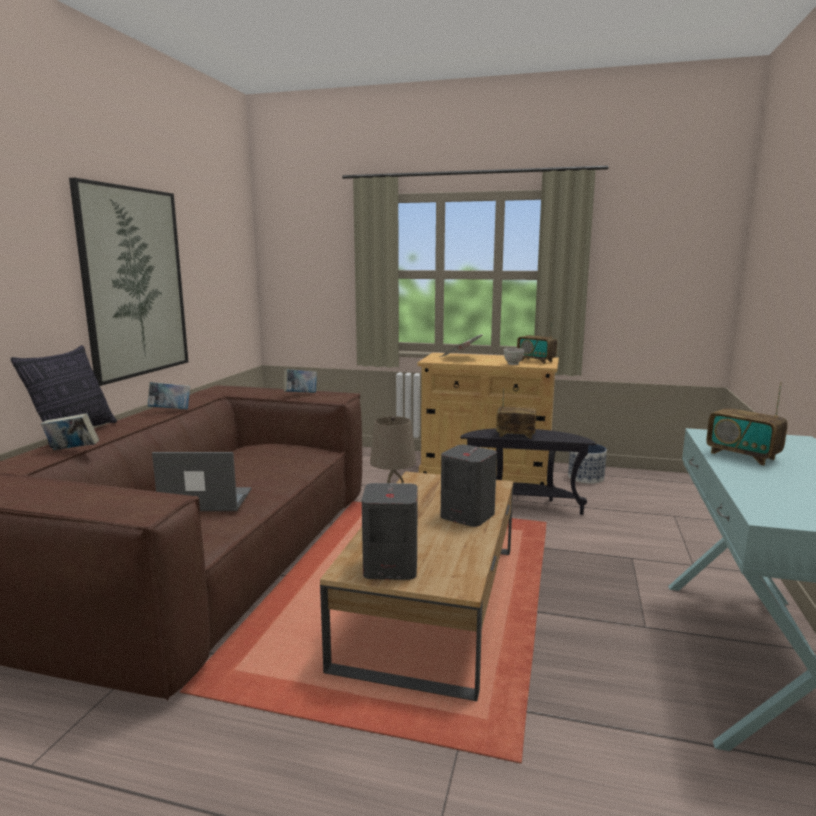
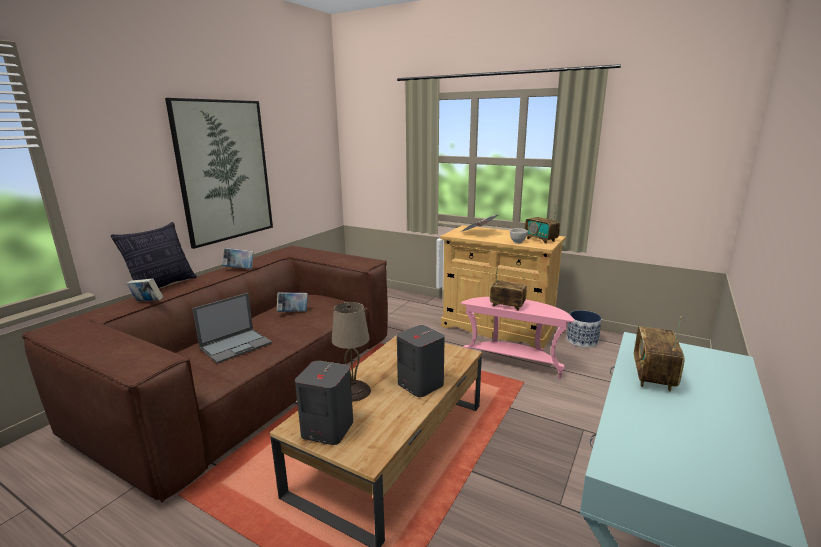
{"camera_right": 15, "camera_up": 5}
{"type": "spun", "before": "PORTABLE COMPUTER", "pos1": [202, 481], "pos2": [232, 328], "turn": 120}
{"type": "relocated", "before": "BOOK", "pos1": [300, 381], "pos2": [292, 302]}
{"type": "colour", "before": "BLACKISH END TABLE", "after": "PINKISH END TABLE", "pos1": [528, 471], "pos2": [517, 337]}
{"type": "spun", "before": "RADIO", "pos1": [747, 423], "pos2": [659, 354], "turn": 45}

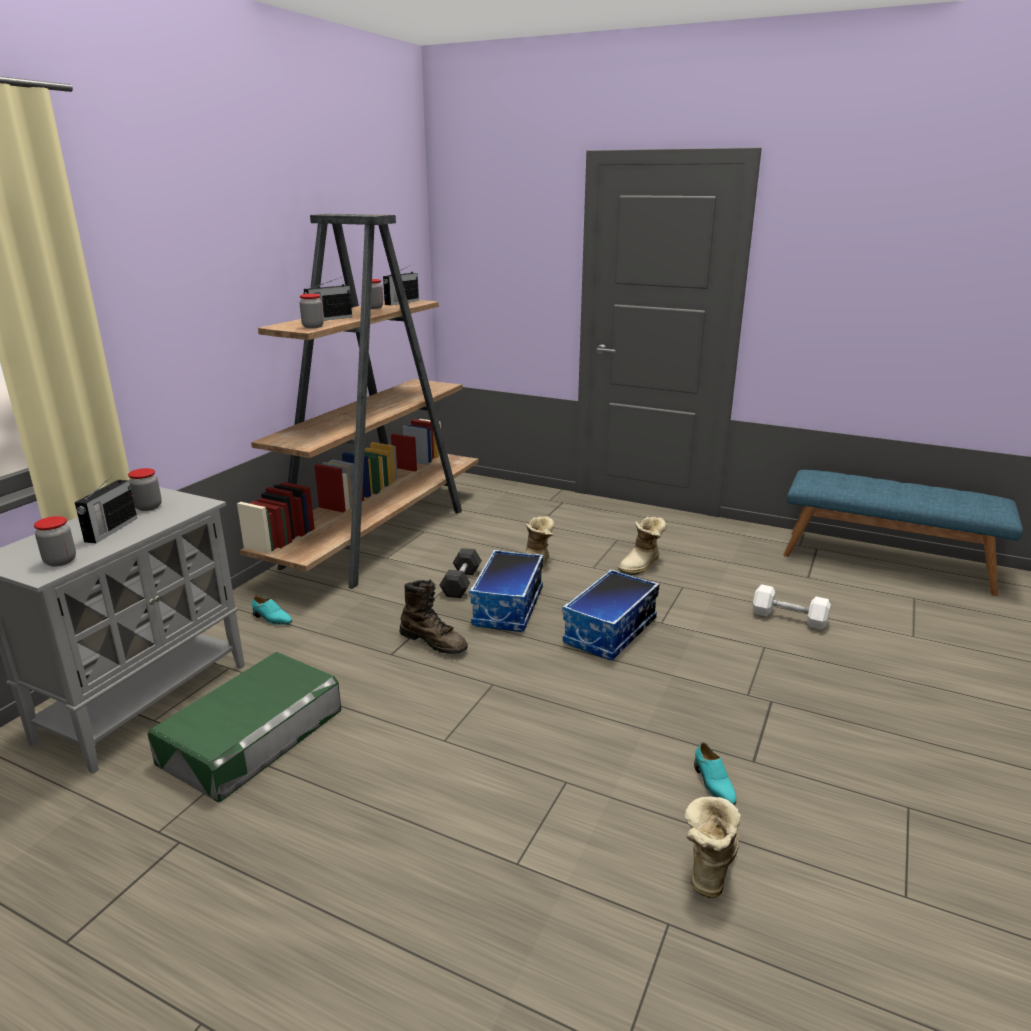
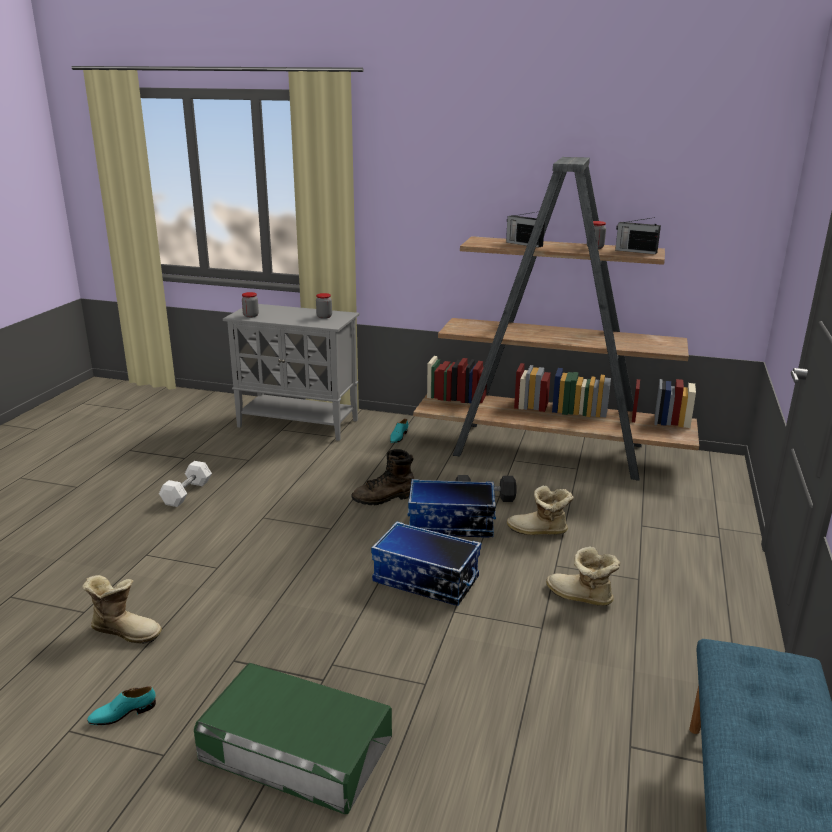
{"camera_right": 80, "camera_up": 0}
{"type": "relocated", "before": "BLUE-GREEN ITEM OF FOOTWEAR", "pos1": [715, 773], "pos2": [121, 705]}
{"type": "relocated", "before": "WHITISH HAND WEIGHT", "pos1": [792, 607], "pos2": [185, 484]}
{"type": "relocated", "before": "GREEN STORAGE CONTAINER", "pos1": [244, 727], "pos2": [293, 738]}
{"type": "spun", "before": "BROWN-COLOURED HIGH-TOP BOOT", "pos1": [434, 616], "pos2": [383, 477], "turn": 45}
{"type": "missing", "before": "RADIO", "pos1": [106, 507]}
{"type": "missing", "before": "JAR", "pos1": [312, 311]}

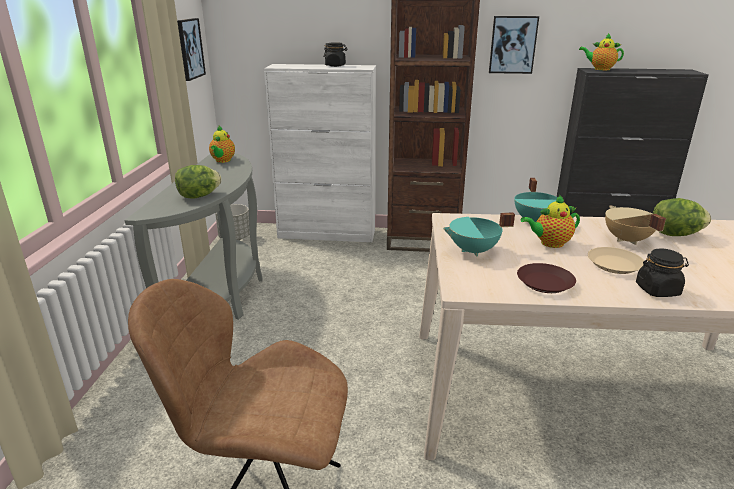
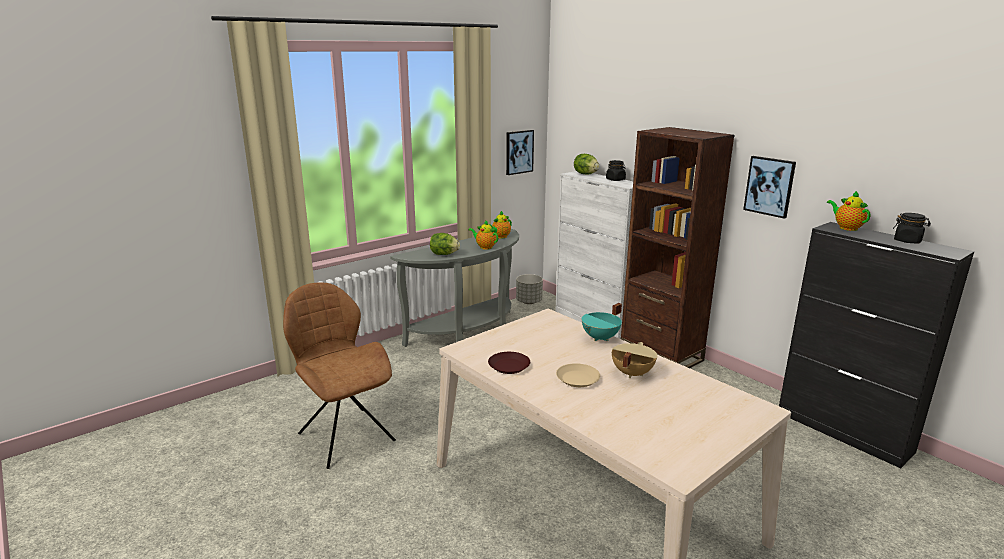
{"camera_right": 45, "camera_up": -5}
{"type": "relocated", "before": "TEA POT", "pos1": [550, 221], "pos2": [483, 235]}
{"type": "relocated", "before": "HEAD OF LETTUCE", "pos1": [682, 217], "pos2": [586, 164]}
{"type": "relocated", "before": "BLACKISH JAR", "pos1": [662, 272], "pos2": [912, 228]}
{"type": "missing", "before": "BLUE-GREEN SAUCEPOT", "pos1": [479, 234]}

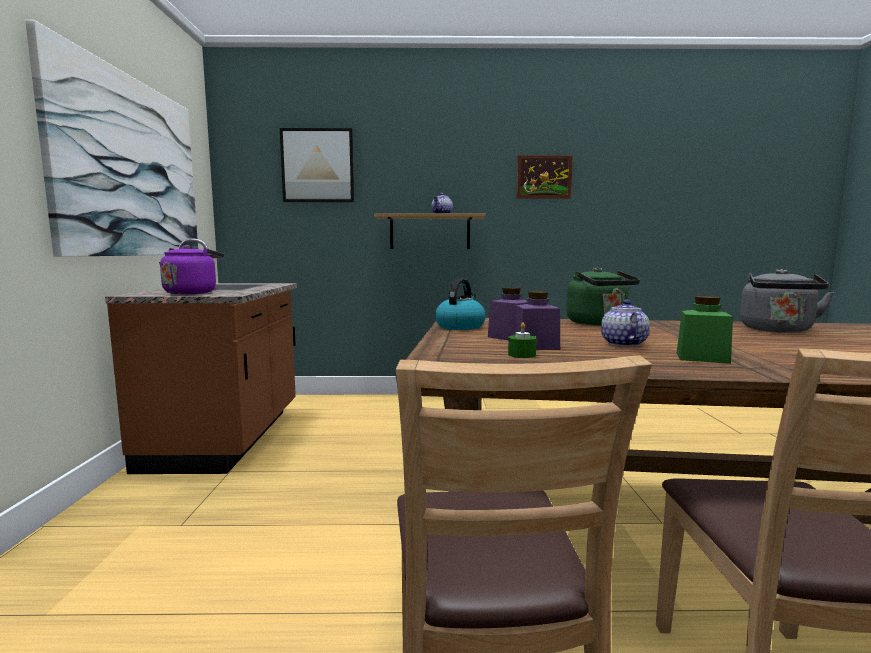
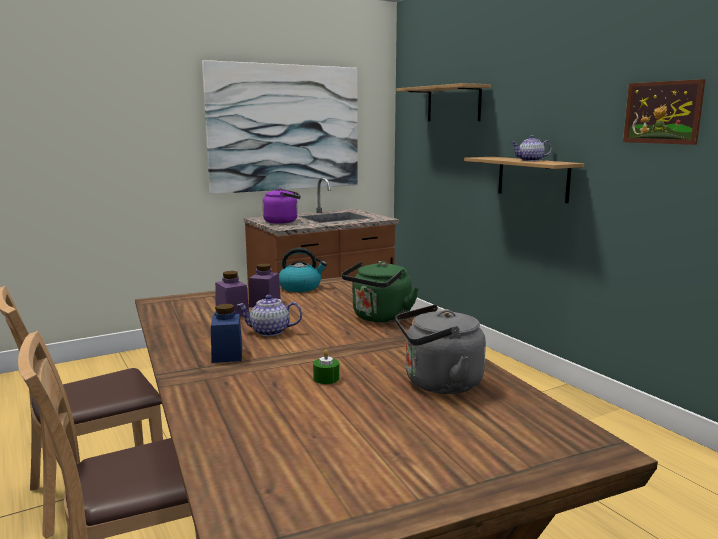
{"camera_right": 60, "camera_up": 5}
{"type": "colour", "before": "GREEN JAR", "after": "BLUISH JAR", "pos1": [705, 330], "pos2": [226, 333]}
{"type": "spun", "before": "TEA POT", "pos1": [625, 323], "pos2": [269, 315], "turn": -150}
{"type": "relocated", "before": "GREEN WAX CANDLE", "pos1": [522, 340], "pos2": [326, 367]}
{"type": "exchanged", "before": "PICTURE", "after": "BRACKET SHELF", "pos1": [317, 165], "pos2": [444, 102]}

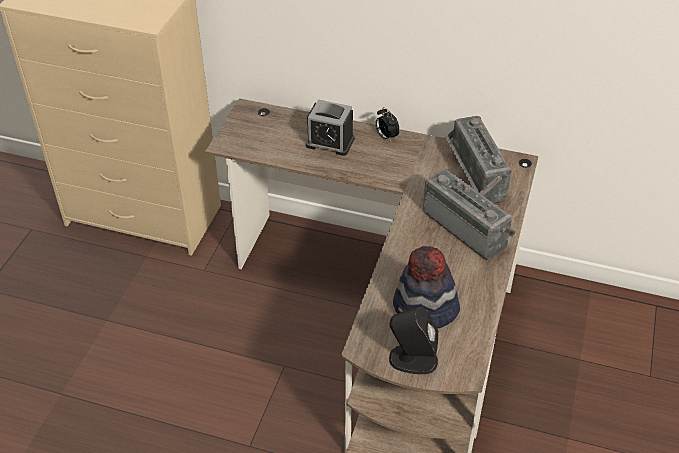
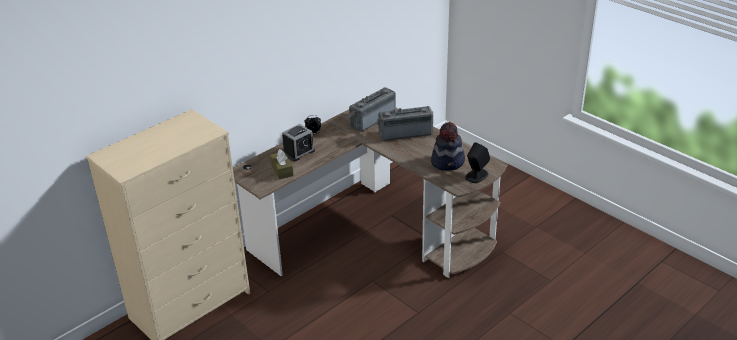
{"camera_right": -60, "camera_up": -10}
{"type": "appeared", "after": "BROWN-COLOURED BOX OF TISSUES", "pos2": [282, 164]}
{"type": "spun", "before": "RADIO", "pos1": [478, 160], "pos2": [371, 109], "turn": 120}

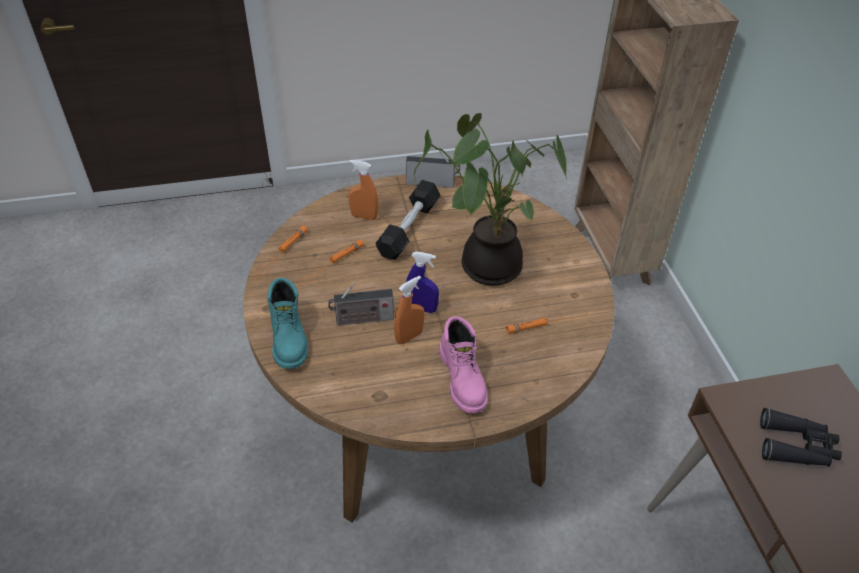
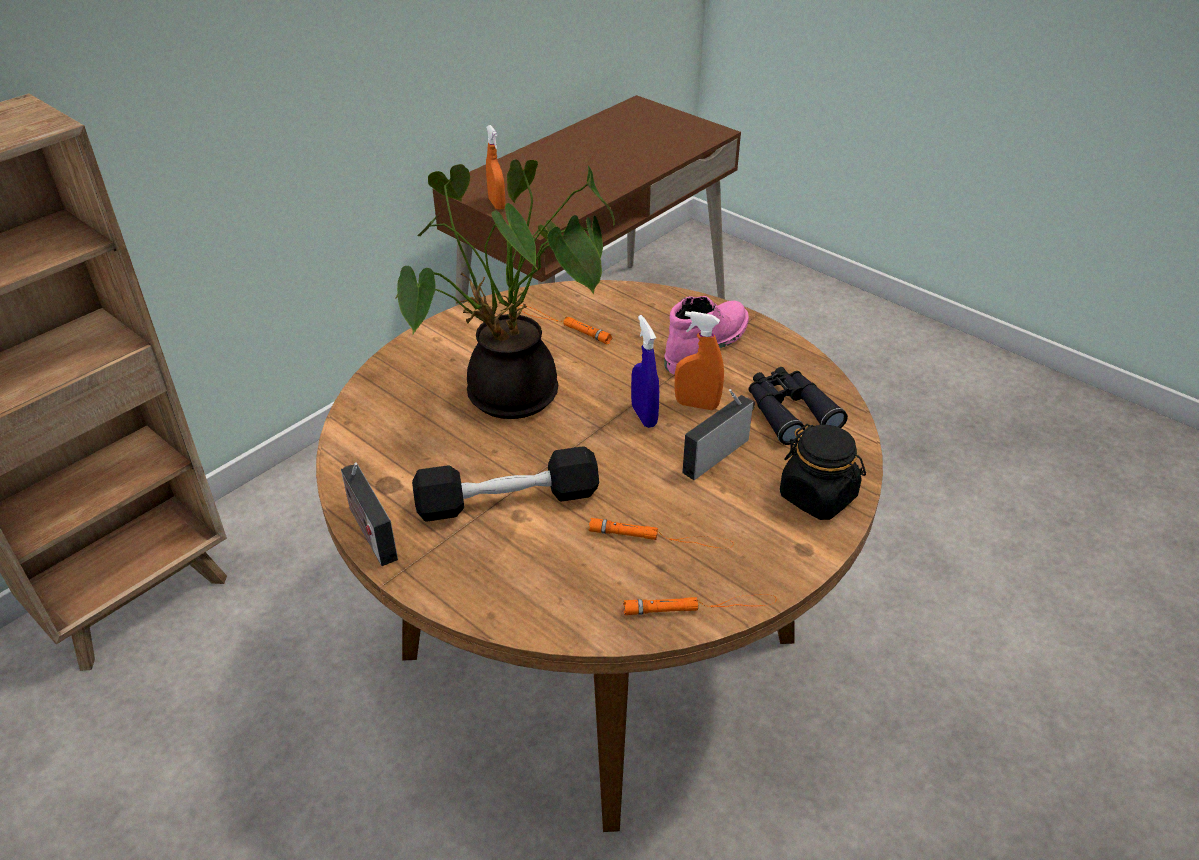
{"camera_right": -125, "camera_up": -5}
{"type": "relocated", "before": "ORANGE-COLOURED HAND SPRAYER", "pos1": [363, 190], "pos2": [496, 167]}
{"type": "spun", "before": "RADIO", "pos1": [361, 304], "pos2": [718, 434], "turn": -90}
{"type": "relocated", "before": "BLACKISH PAIR OF BINOCULARS", "pos1": [801, 437], "pos2": [798, 406]}
{"type": "exchanged", "before": "BLUE-GREEN HIGH-TOP BOOT", "after": "BLACKISH JAR", "pos1": [287, 323], "pos2": [823, 472]}

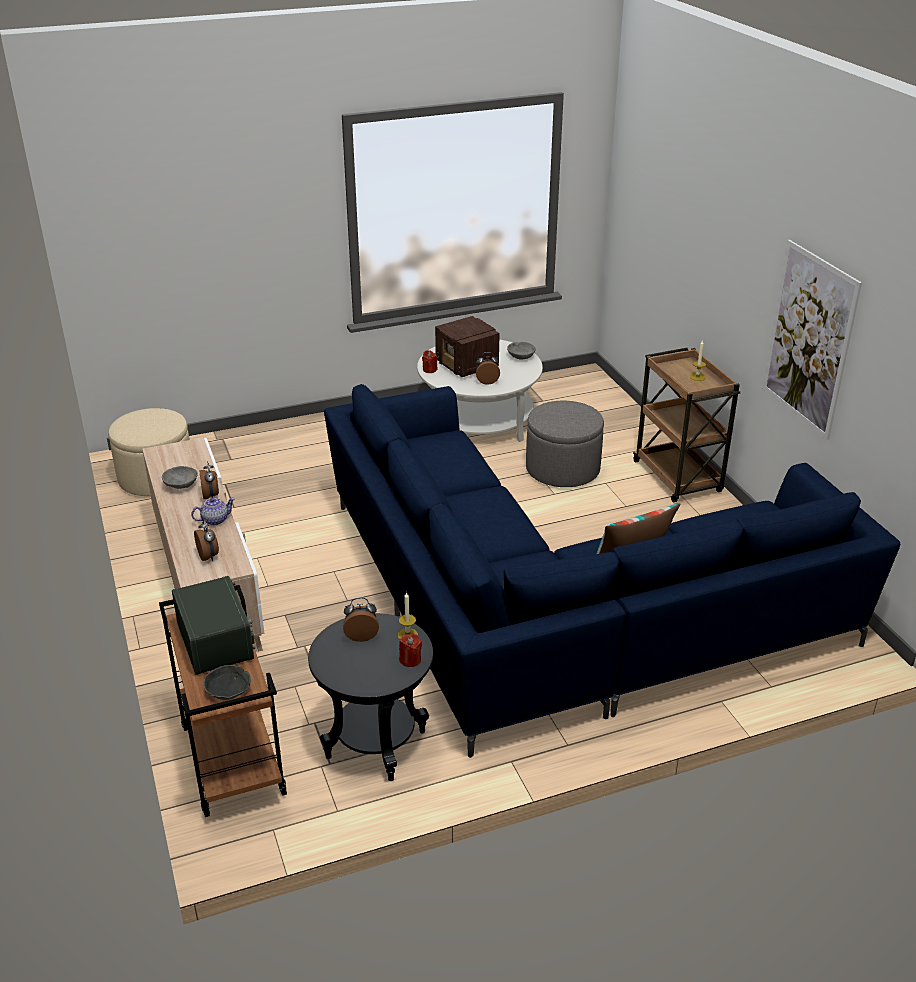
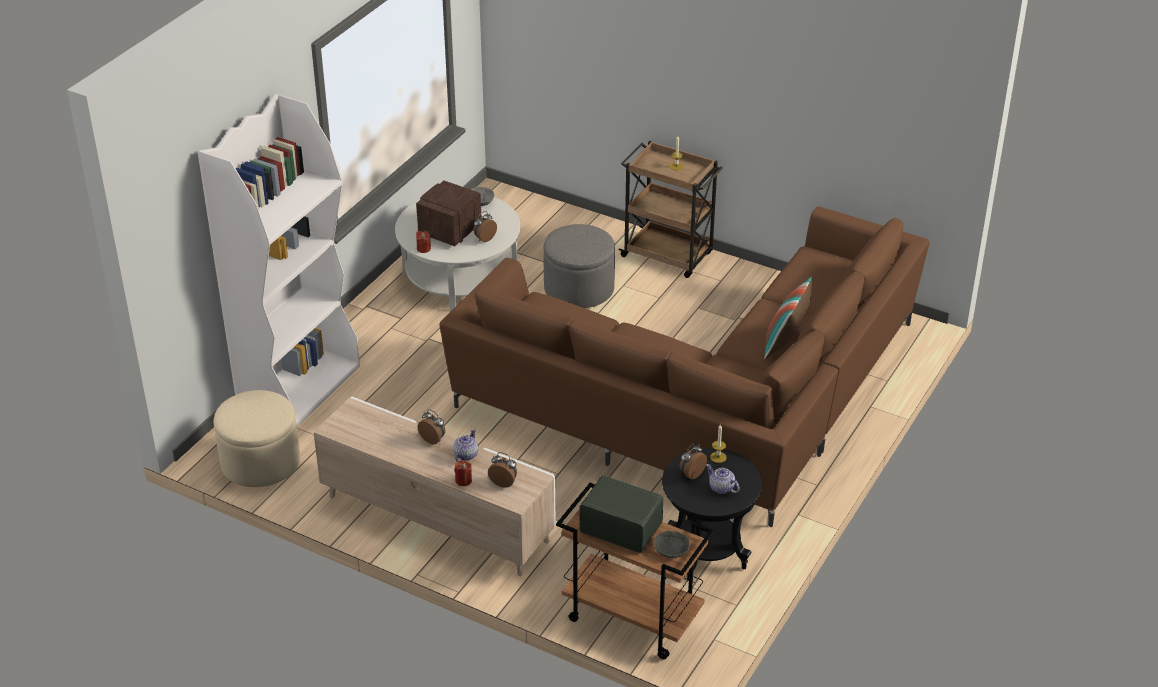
{"camera_right": -40, "camera_up": 5}
{"type": "appeared", "after": "WHITISH SHELVING UNIT", "pos2": [279, 260]}
{"type": "spun", "before": "RADIO", "pos1": [467, 346], "pos2": [448, 213], "turn": 105}
{"type": "colour", "before": "BLUISH SOFA", "after": "BROWN-COLOURED SOFA", "pos1": [612, 571], "pos2": [685, 366]}
{"type": "relocated", "before": "RED WAX CANDLE", "pos1": [410, 650], "pos2": [463, 473]}
{"type": "appeared", "after": "TEA POT", "pos2": [723, 479]}
{"type": "missing", "before": "GREYISH BOWL", "pos1": [180, 477]}
{"type": "missing", "before": "PICTURE", "pos1": [812, 340]}

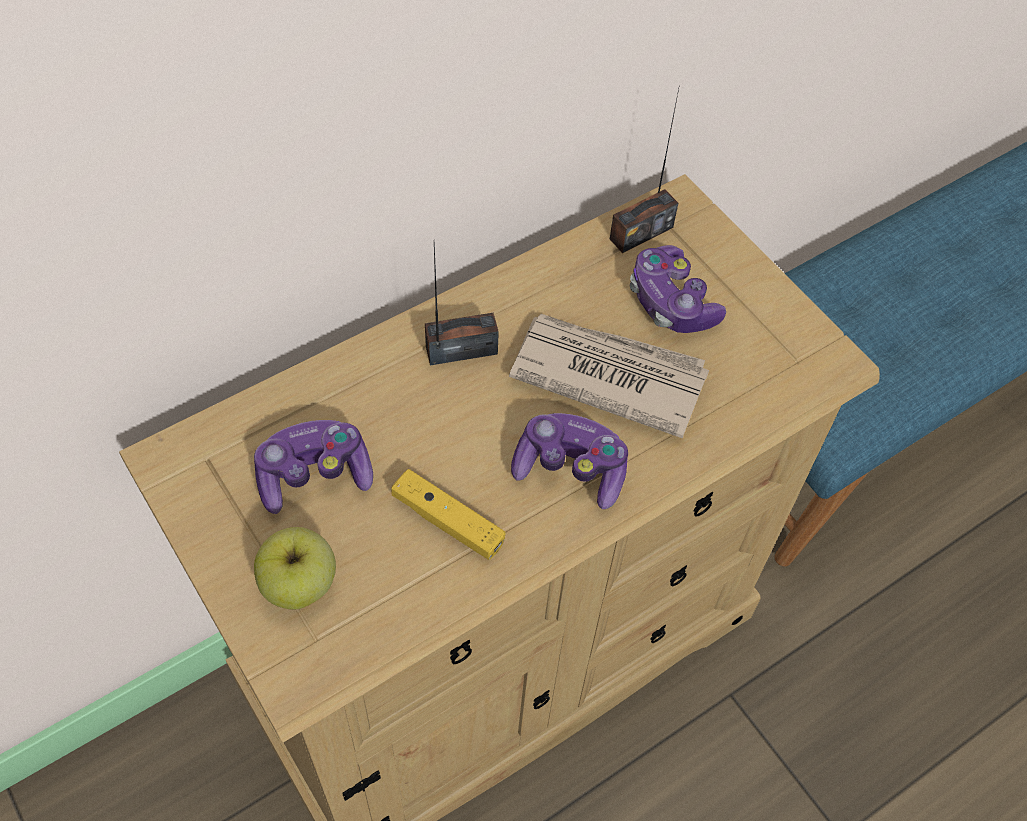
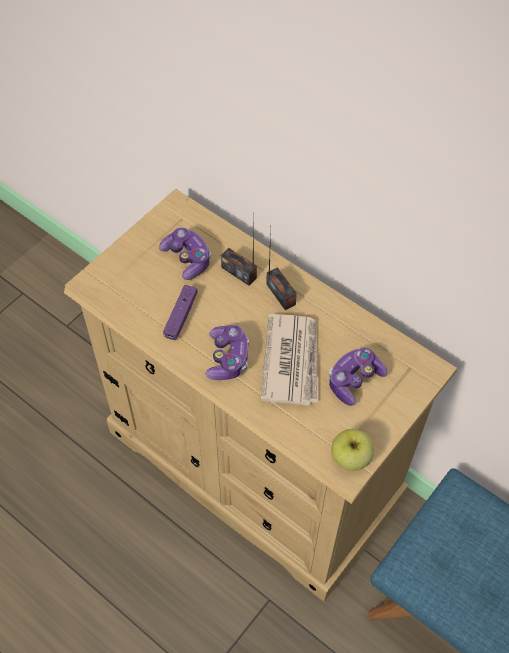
{"camera_right": 75, "camera_up": 0}
{"type": "colour", "before": "YELLOW GAMEPAD", "after": "PURPLE GAMEPAD", "pos1": [448, 514], "pos2": [180, 312]}
{"type": "relocated", "before": "RADIO", "pos1": [645, 169], "pos2": [239, 249]}
{"type": "relocated", "before": "APPLE FRUIT", "pos1": [295, 568], "pos2": [352, 450]}

